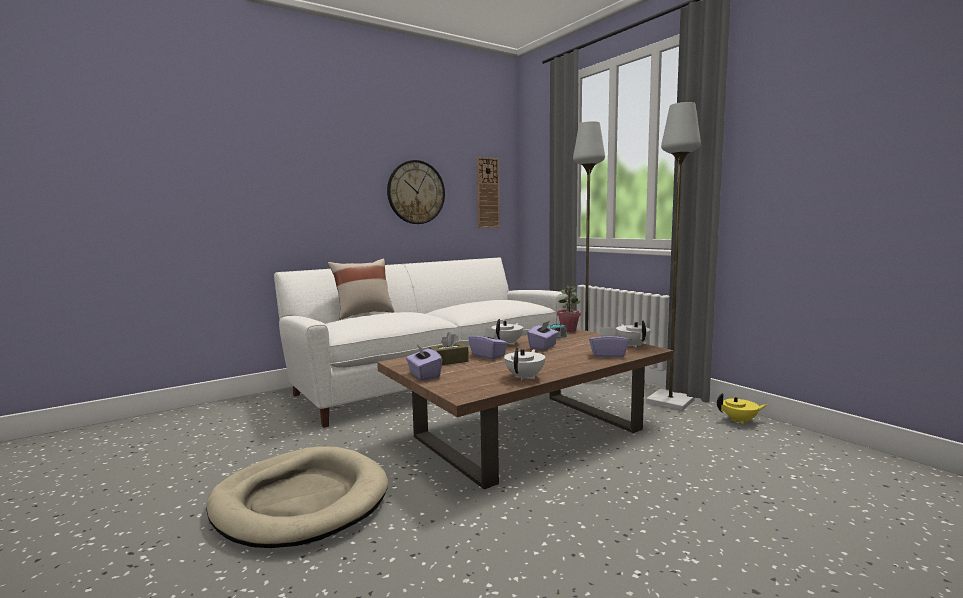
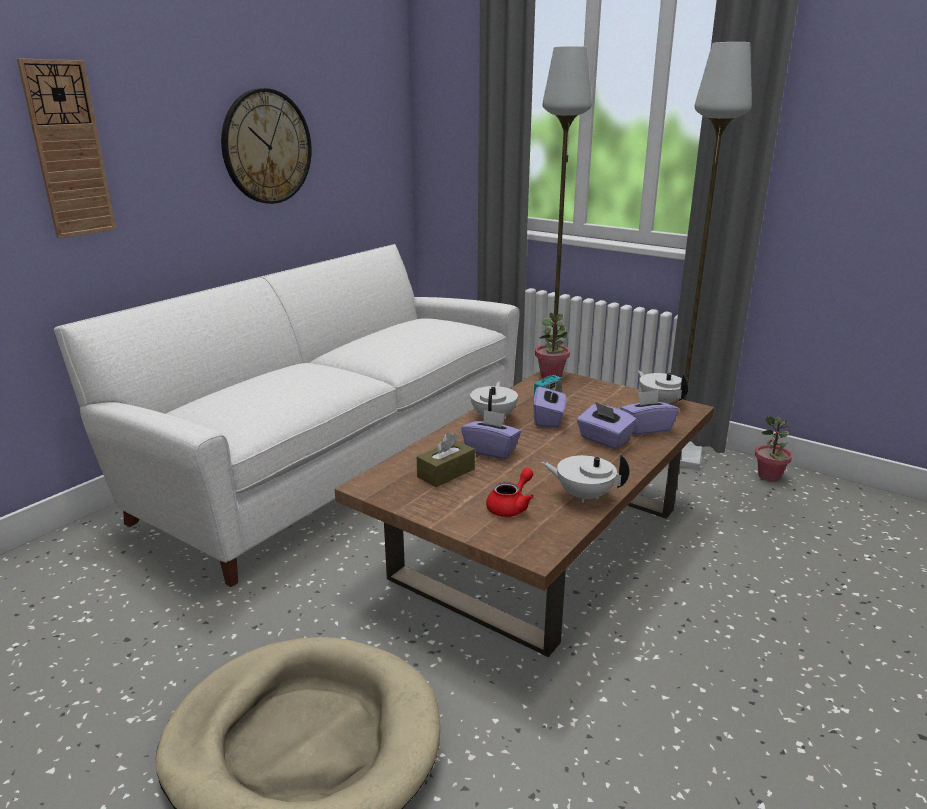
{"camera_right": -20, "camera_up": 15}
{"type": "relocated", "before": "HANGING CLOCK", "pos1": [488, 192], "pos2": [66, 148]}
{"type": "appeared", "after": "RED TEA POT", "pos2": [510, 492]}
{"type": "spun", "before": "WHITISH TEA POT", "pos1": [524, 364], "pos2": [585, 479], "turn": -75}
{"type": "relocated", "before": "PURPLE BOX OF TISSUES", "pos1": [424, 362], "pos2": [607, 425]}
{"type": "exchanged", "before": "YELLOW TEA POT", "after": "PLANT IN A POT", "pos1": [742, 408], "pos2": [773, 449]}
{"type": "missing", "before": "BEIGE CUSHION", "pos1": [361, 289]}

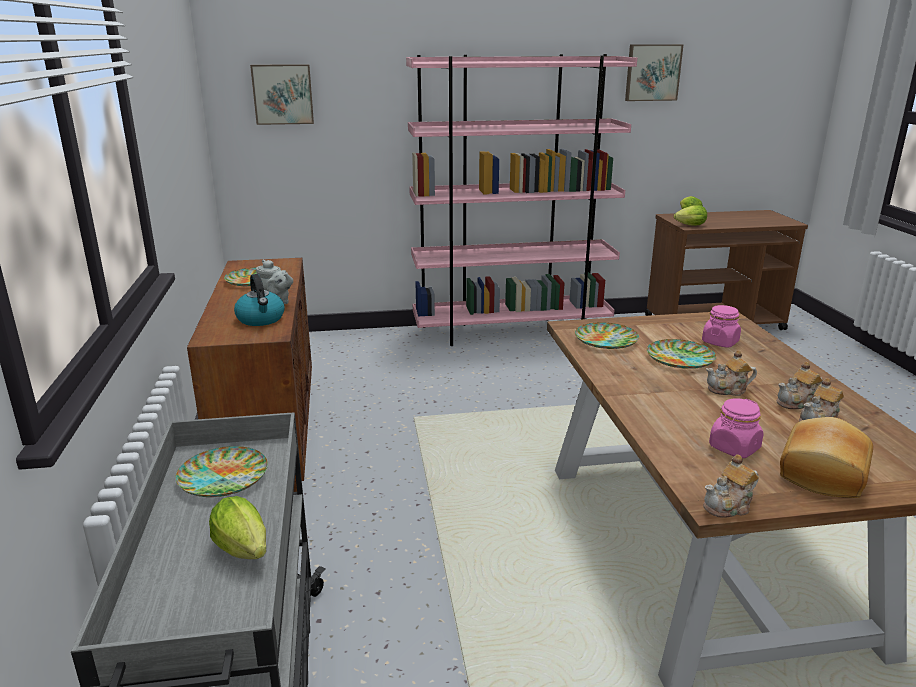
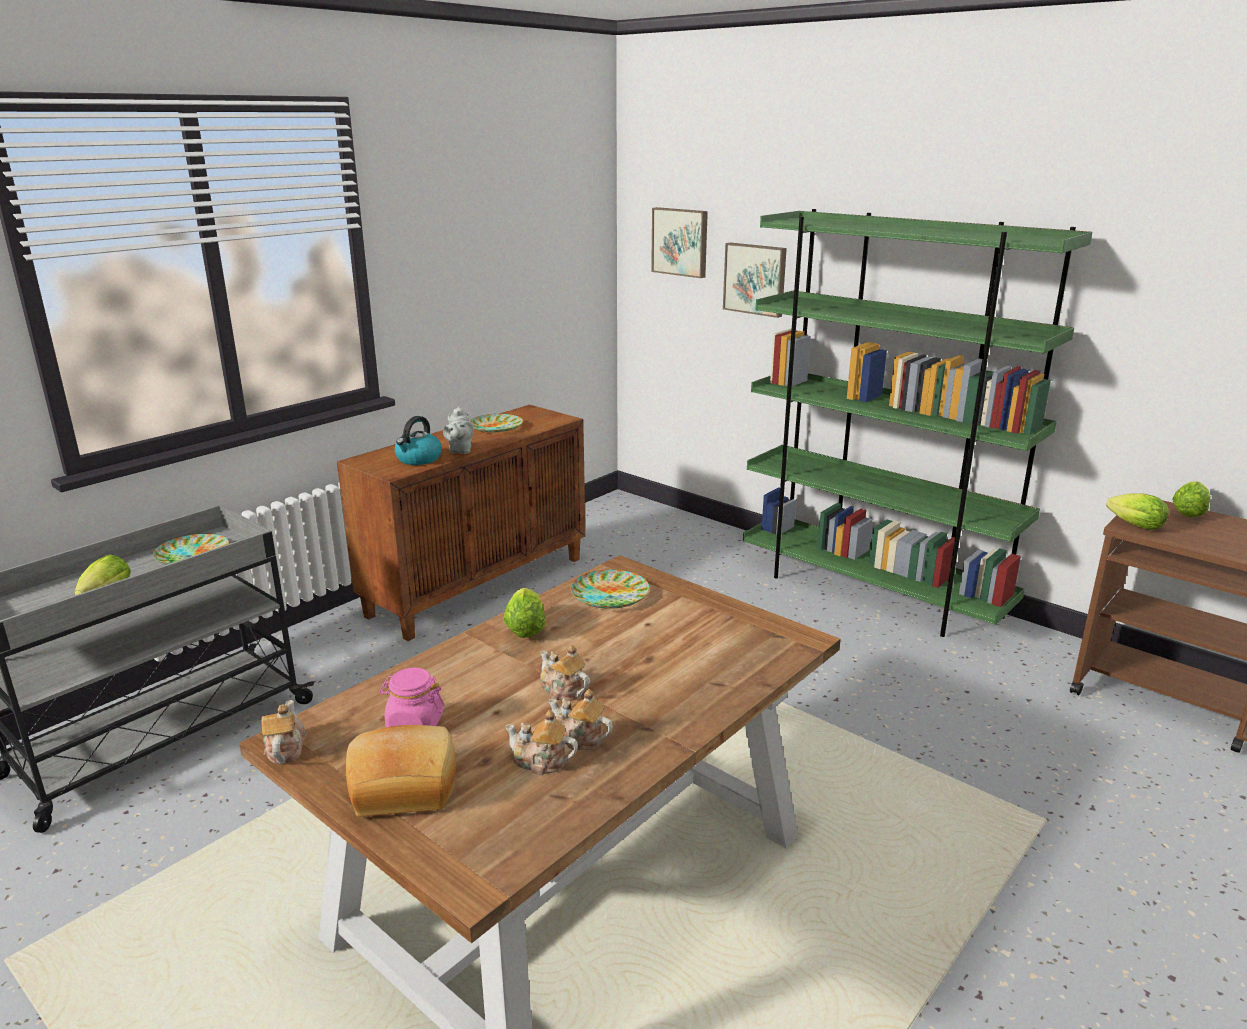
{"camera_right": 50, "camera_up": 0}
{"type": "spun", "before": "TEA POT", "pos1": [731, 485], "pos2": [283, 732], "turn": 60}
{"type": "appeared", "after": "HEAD OF LETTUCE", "pos2": [524, 613]}
{"type": "relocated", "before": "PICTURE", "pos1": [654, 72], "pos2": [755, 280]}
{"type": "colour", "before": "PINKISH SHELVING UNIT", "after": "GREEN SHELVING UNIT", "pos1": [521, 200], "pos2": [917, 423]}
{"type": "missing", "before": "FLAT DISH", "pos1": [681, 354]}
{"type": "missing", "before": "PINKISH JAR", "pos1": [721, 326]}

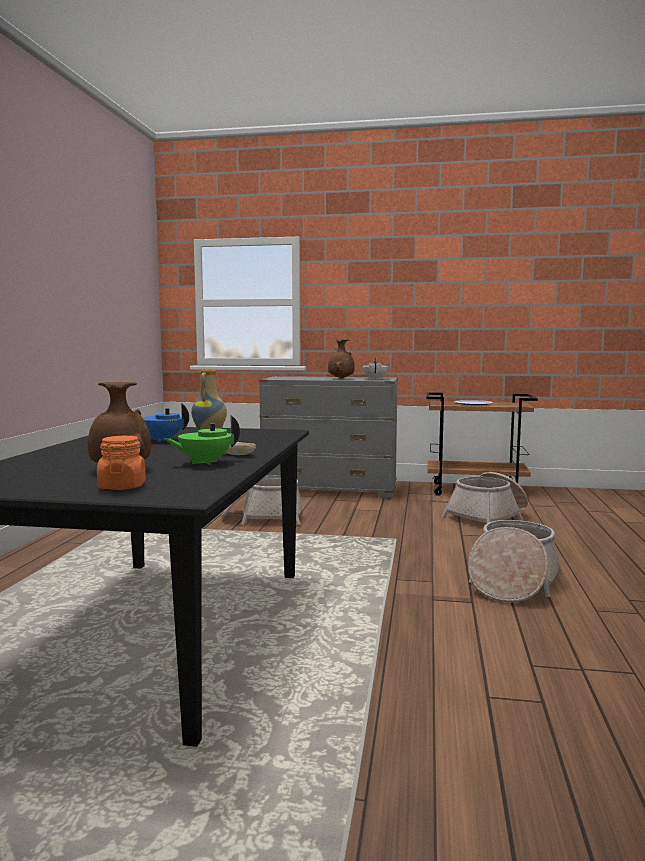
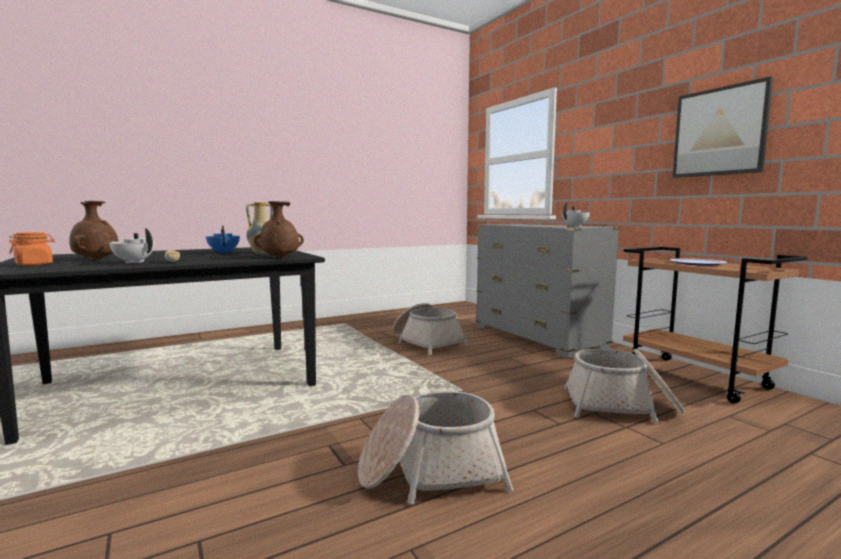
{"camera_right": 50, "camera_up": 0}
{"type": "colour", "before": "GREEN TEA POT", "after": "WHITISH TEA POT", "pos1": [202, 440], "pos2": [132, 245]}
{"type": "relocated", "before": "BROWN-COLOURED FLOWER VASE", "pos1": [341, 359], "pos2": [279, 229]}
{"type": "appeared", "after": "PICTURE", "pos2": [722, 127]}

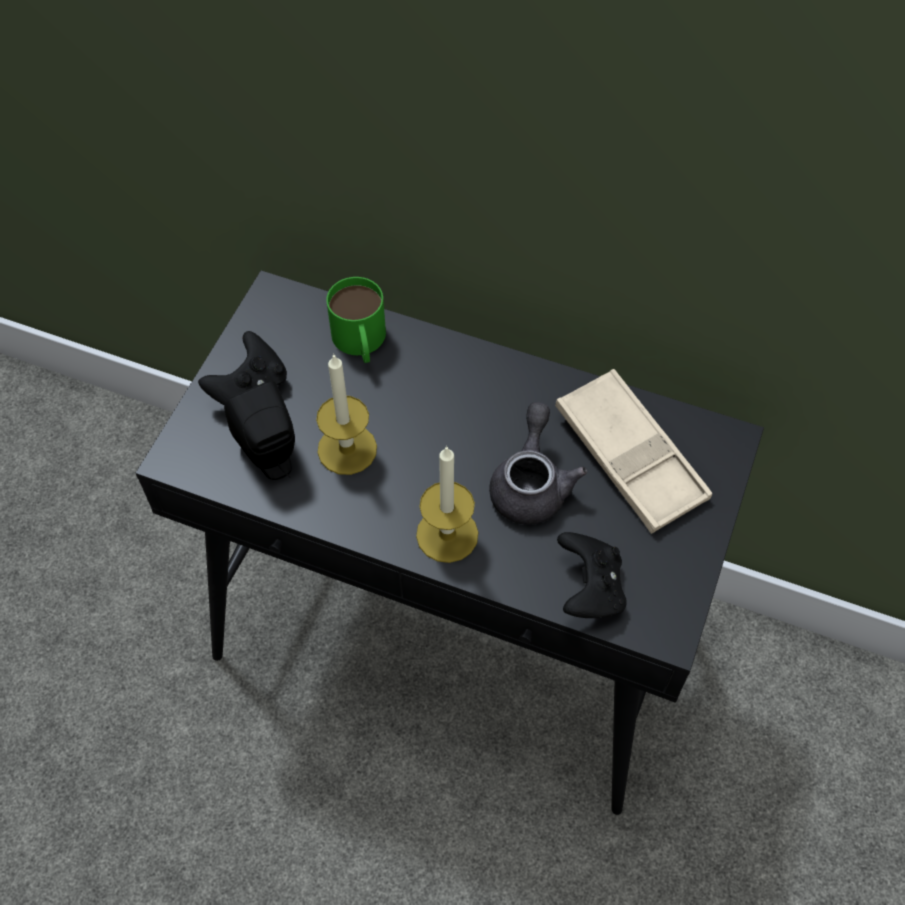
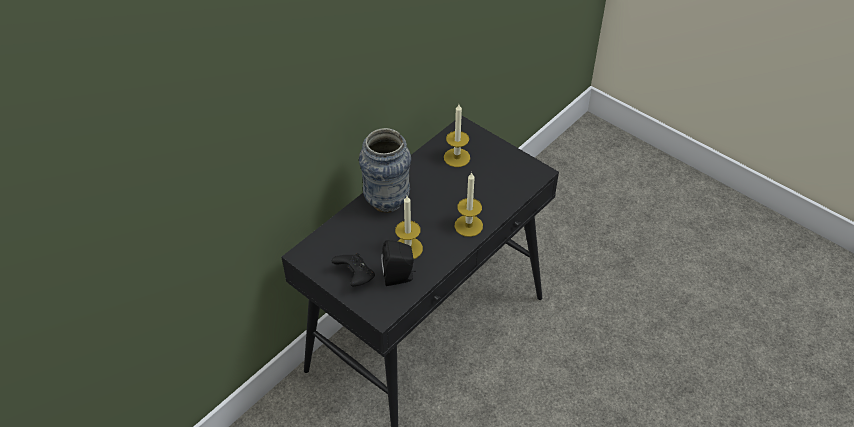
{"camera_right": -70, "camera_up": -10}
{"type": "appeared", "after": "FLOWER VASE", "pos2": [385, 170]}
{"type": "exchanged", "before": "BEIGE SERVING TRAY", "after": "WAX CANDLE", "pos1": [633, 451], "pos2": [457, 135]}
{"type": "missing", "before": "GREEN MUG", "pos1": [356, 320]}
{"type": "missing", "before": "GREYISH TEA POT", "pos1": [538, 463]}
{"type": "missing", "before": "BLACKISH GAMEPAD", "pos1": [592, 575]}

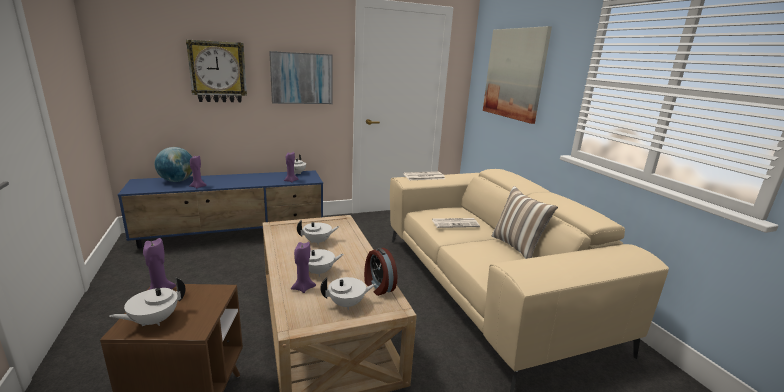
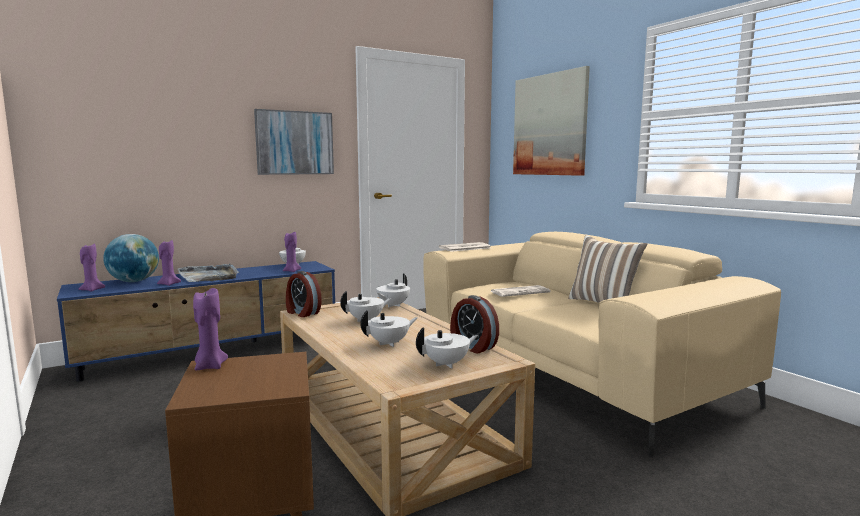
{"camera_right": -10, "camera_up": -10}
{"type": "relocated", "before": "PURPLE WAX CANDLE", "pos1": [303, 267], "pos2": [92, 267]}
{"type": "appeared", "after": "GREYISH SERVING TRAY", "pos2": [208, 272]}
{"type": "appeared", "after": "ALARM CLOCK", "pos2": [304, 294]}
{"type": "relocated", "before": "WHITISH TEA POT", "pos1": [147, 302], "pos2": [393, 290]}
{"type": "missing", "before": "HANGING CLOCK", "pos1": [216, 71]}

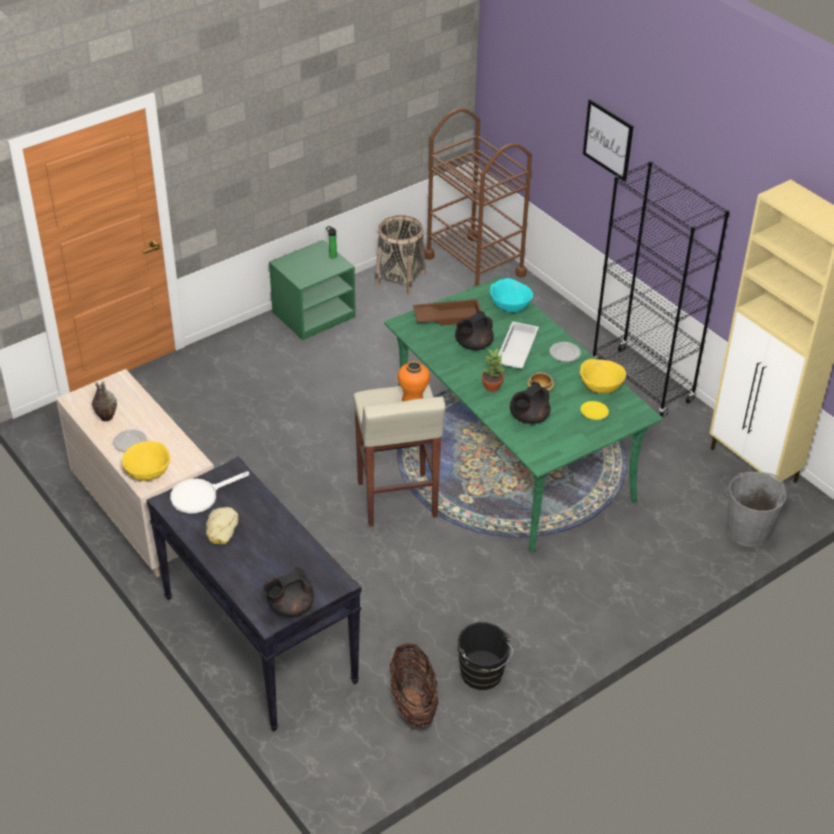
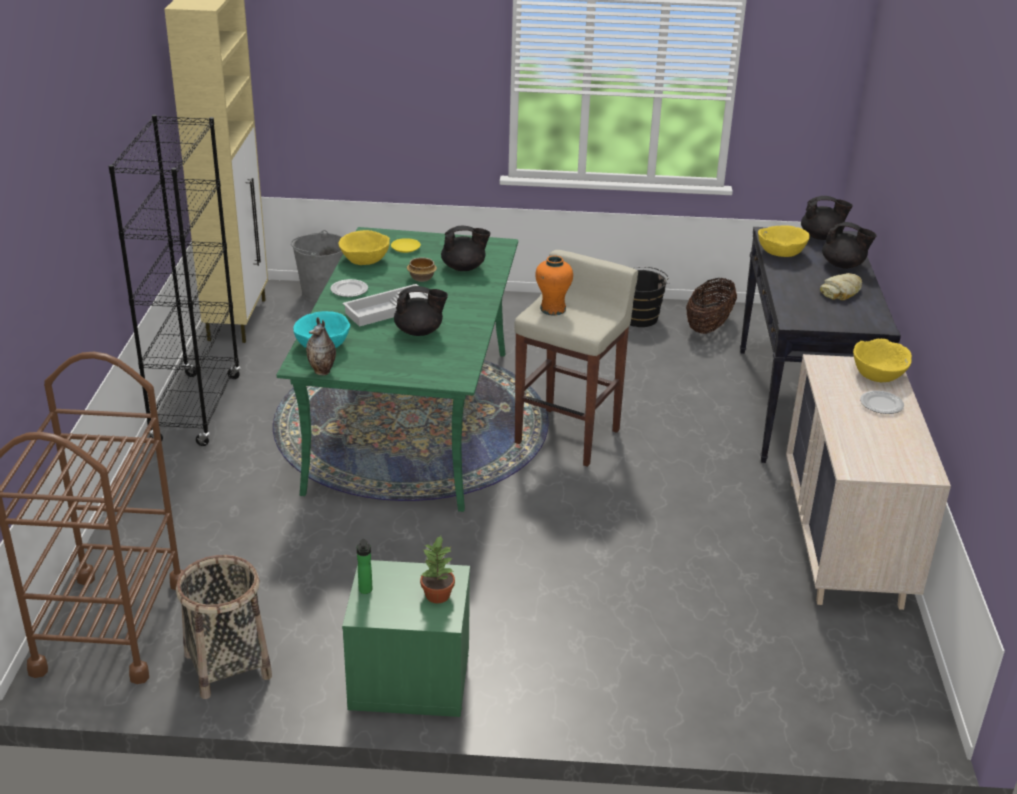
{"camera_right": -140, "camera_up": -10}
{"type": "relocated", "before": "FLOWER VASE", "pos1": [104, 401], "pos2": [321, 346]}
{"type": "relocated", "before": "PLANT IN A POT", "pos1": [493, 370], "pos2": [437, 569]}
{"type": "appeared", "after": "YELLOW BOWL", "pos2": [784, 241]}
{"type": "appeared", "after": "BLACKISH TEA POT", "pos2": [849, 245]}
{"type": "missing", "before": "WHITISH PAN", "pos1": [209, 492]}
{"type": "missing", "before": "BROWN-COLOURED SERVING TRAY", "pos1": [447, 312]}
{"type": "missing", "before": "PICTURE", "pos1": [608, 140]}

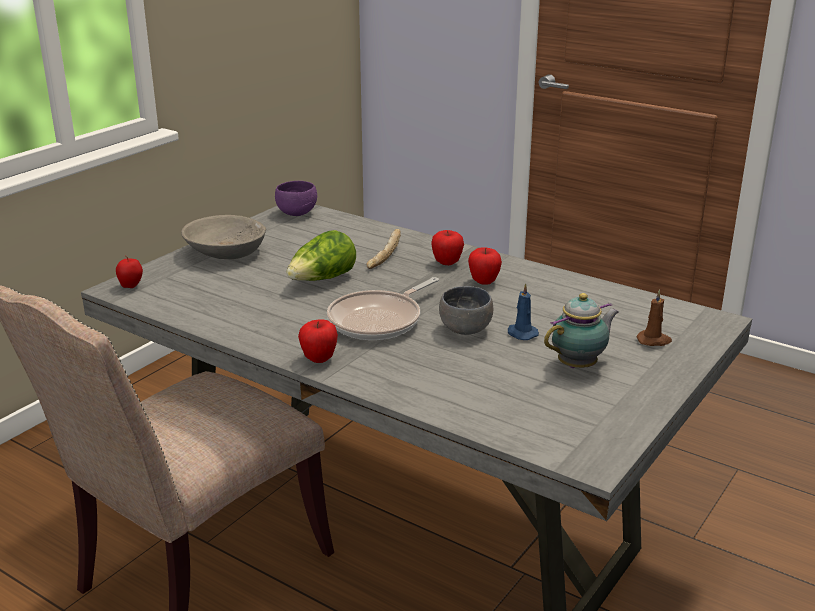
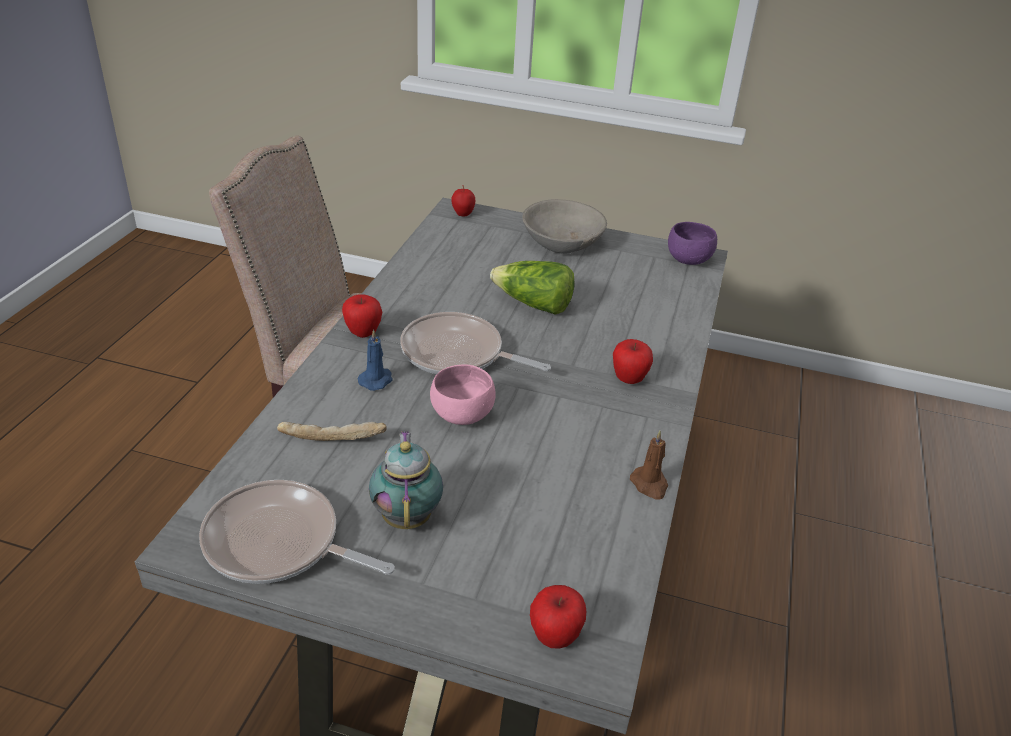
{"camera_right": 70, "camera_up": 10}
{"type": "appeared", "after": "PAN", "pos2": [297, 532]}
{"type": "relocated", "before": "BREAD", "pos1": [383, 249], "pos2": [332, 431]}
{"type": "relocated", "before": "BLUISH WAX CANDLE", "pos1": [523, 311], "pos2": [375, 360]}
{"type": "spun", "before": "TEA POT", "pos1": [581, 330], "pos2": [406, 480], "turn": -135}
{"type": "colour", "before": "GREYISH BOWL", "after": "PINKISH BOWL", "pos1": [466, 310], "pos2": [463, 394]}
{"type": "relocated", "before": "APPLE FRUIT", "pos1": [485, 266], "pos2": [558, 617]}
{"type": "relocated", "before": "BROWN-COLOURED WAX CANDLE", "pos1": [654, 317], "pos2": [649, 465]}

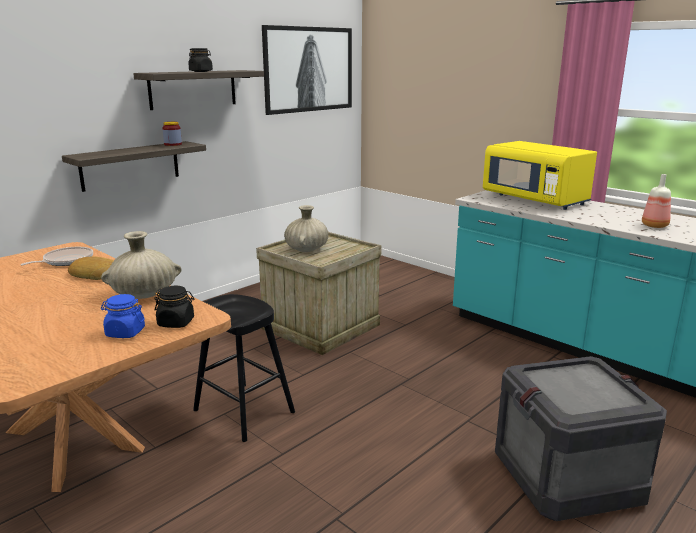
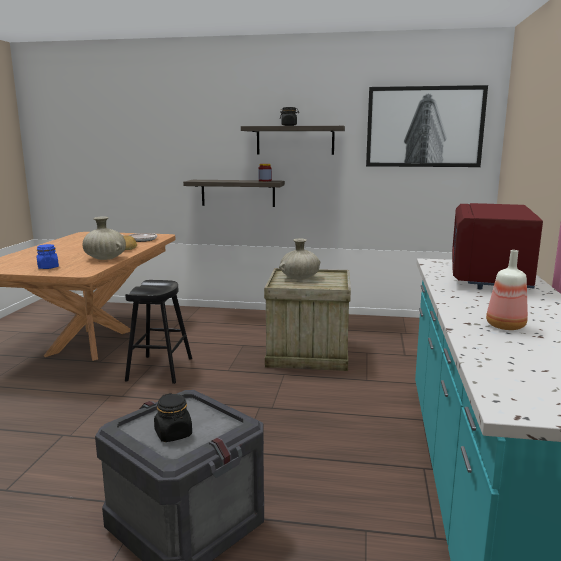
{"camera_right": 55, "camera_up": -5}
{"type": "relocated", "before": "BLACKISH JAR", "pos1": [174, 307], "pos2": [173, 417]}
{"type": "colour", "before": "YELLOW KITCHEN MICROWAVE", "after": "RED KITCHEN MICROWAVE", "pos1": [540, 175], "pos2": [497, 246]}

